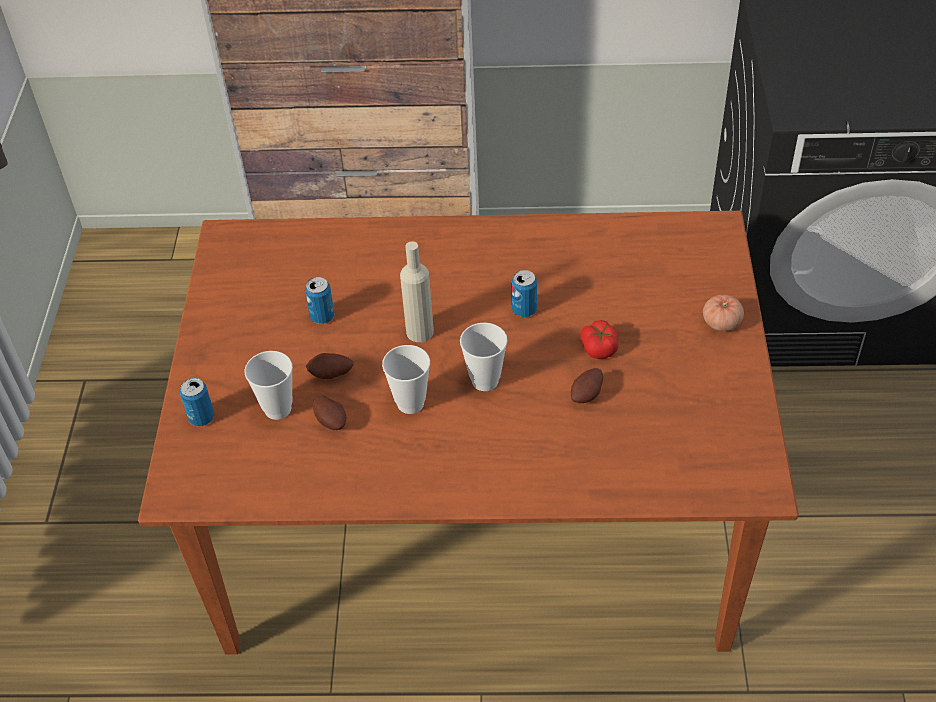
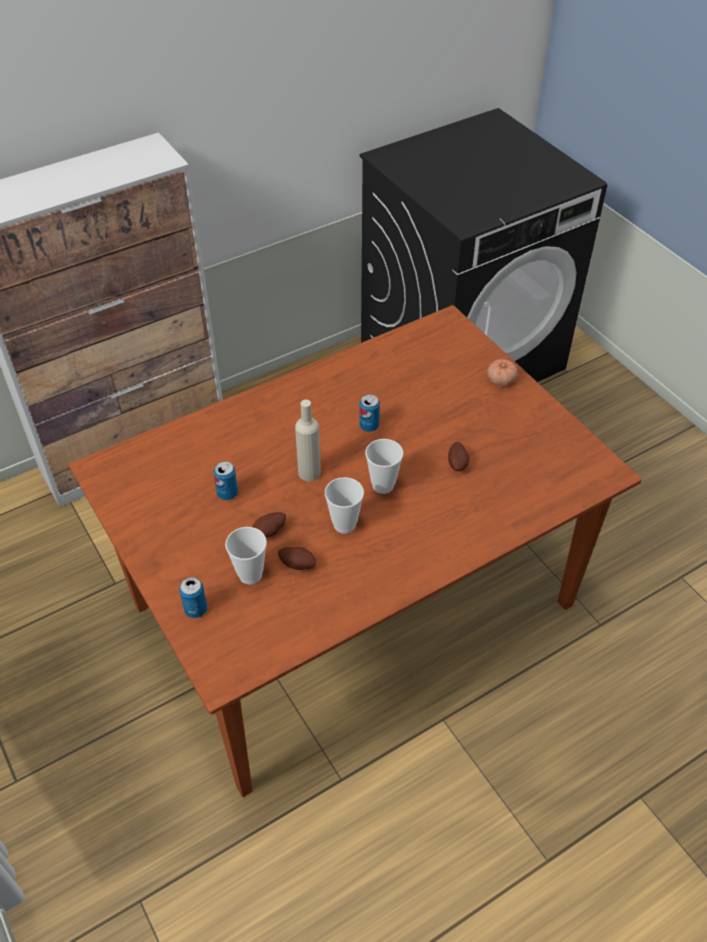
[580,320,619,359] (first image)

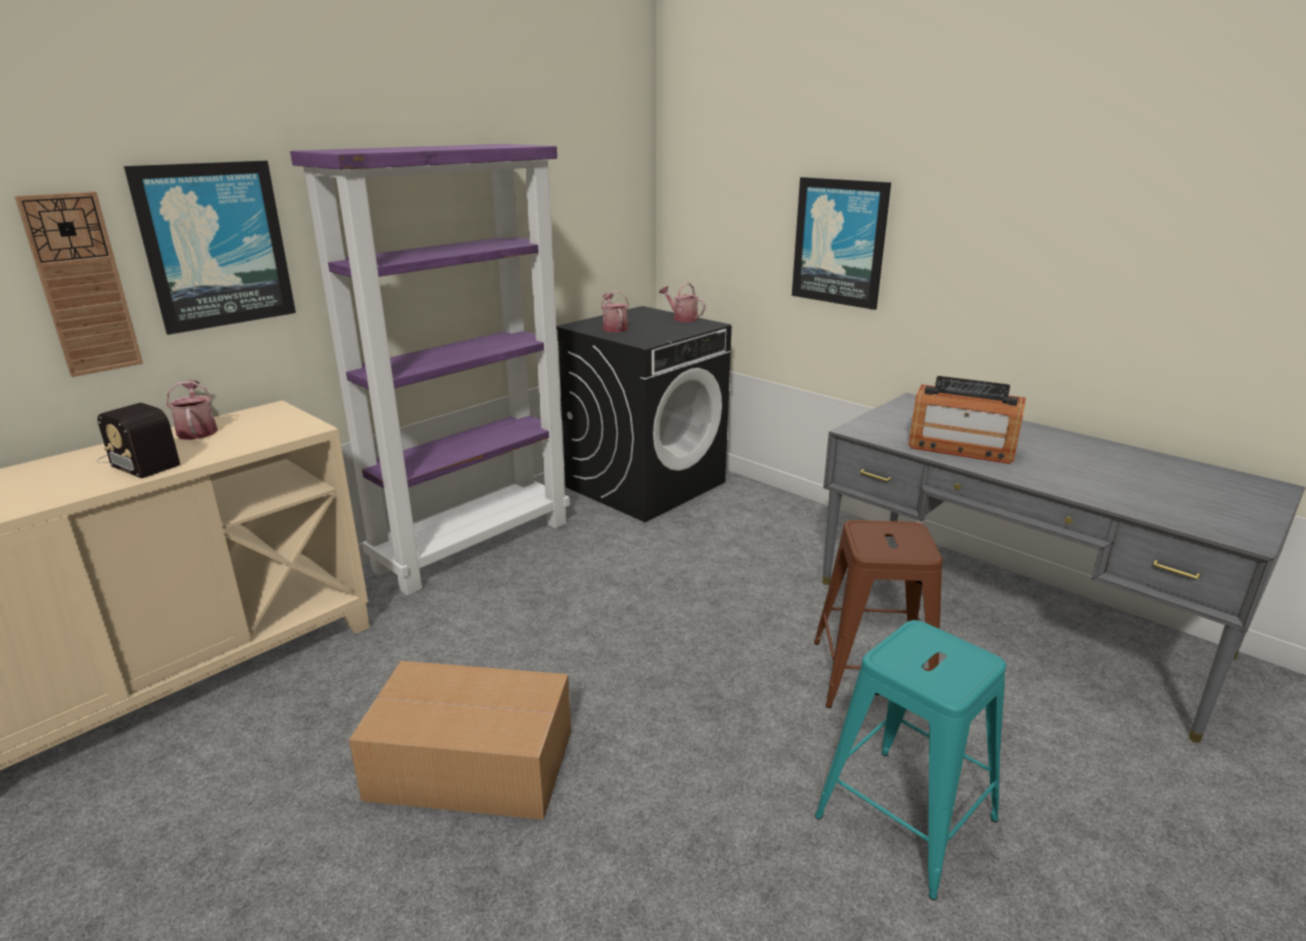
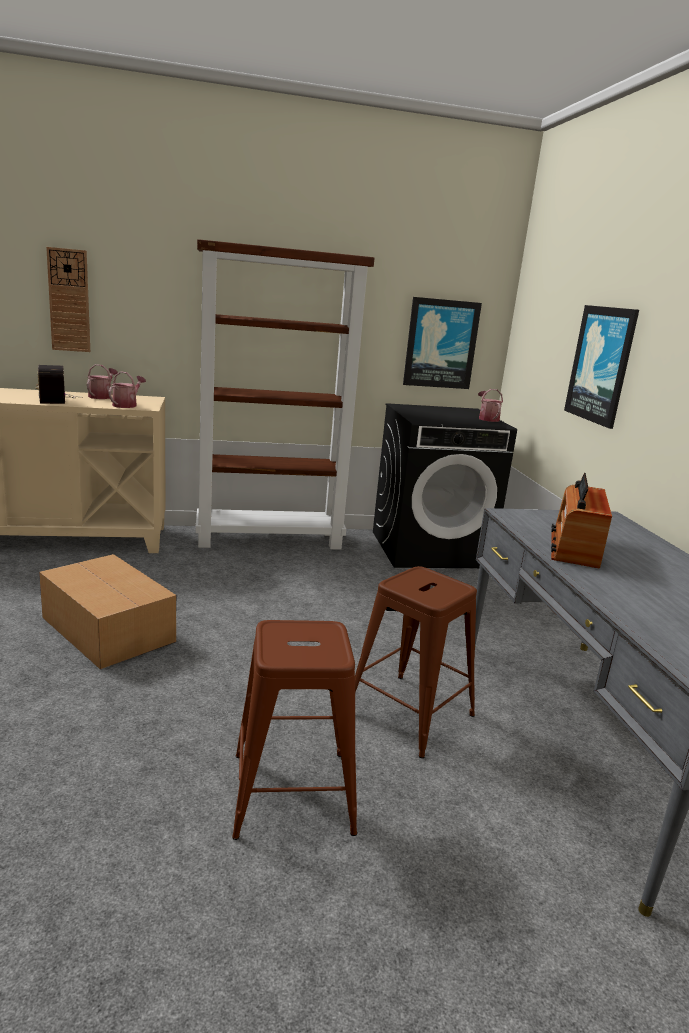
[108,371,146,408]
[196,239,374,549]
[232,620,357,840]
[403,297,482,389]
[551,473,612,569]

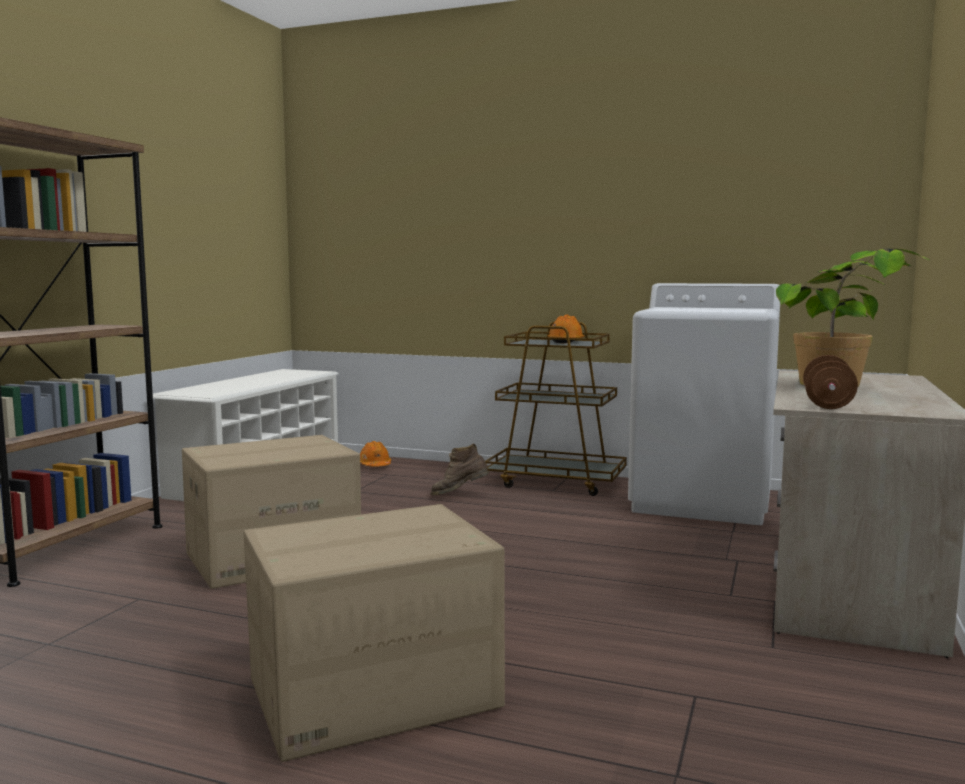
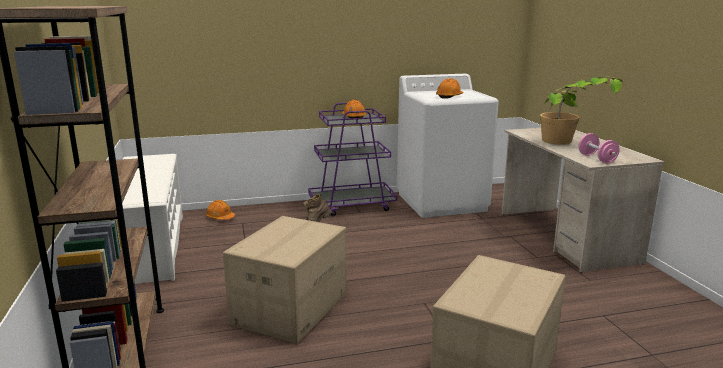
[308,102,397,216]
[436,78,464,99]
[579,133,620,163]

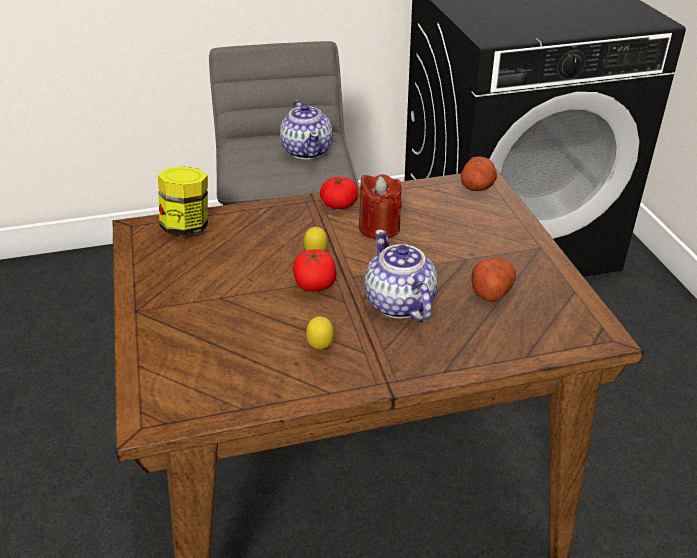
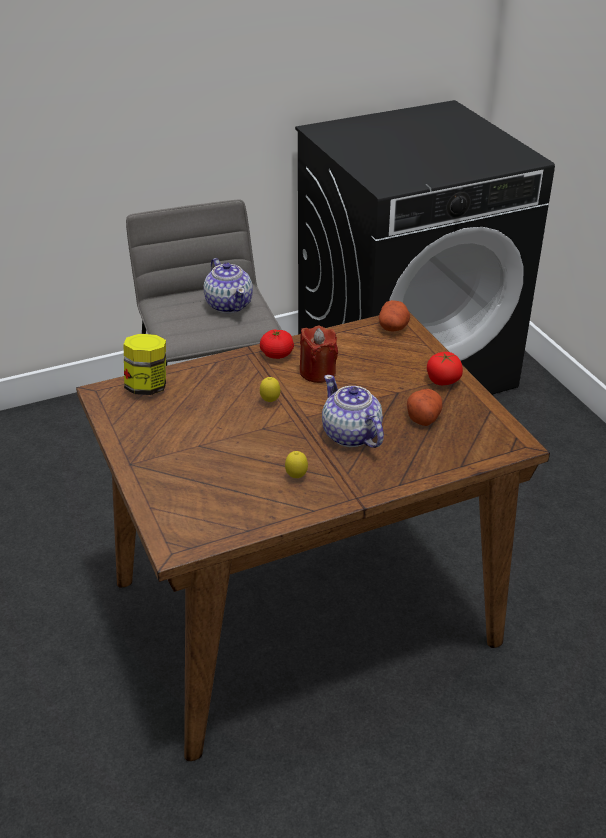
[427,352,463,385]

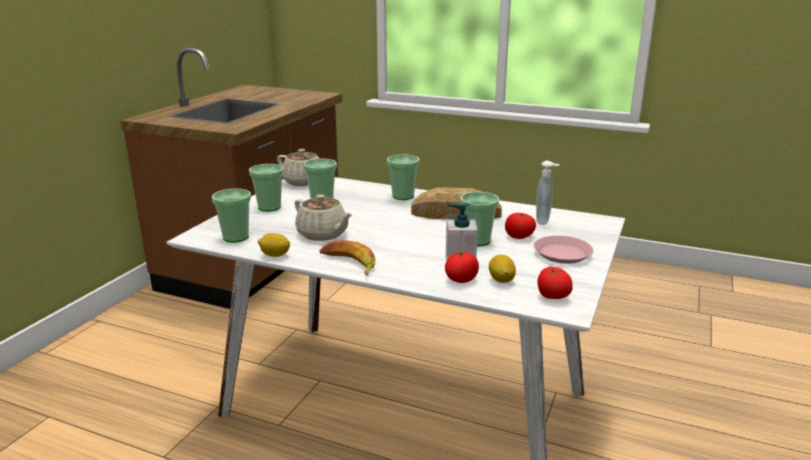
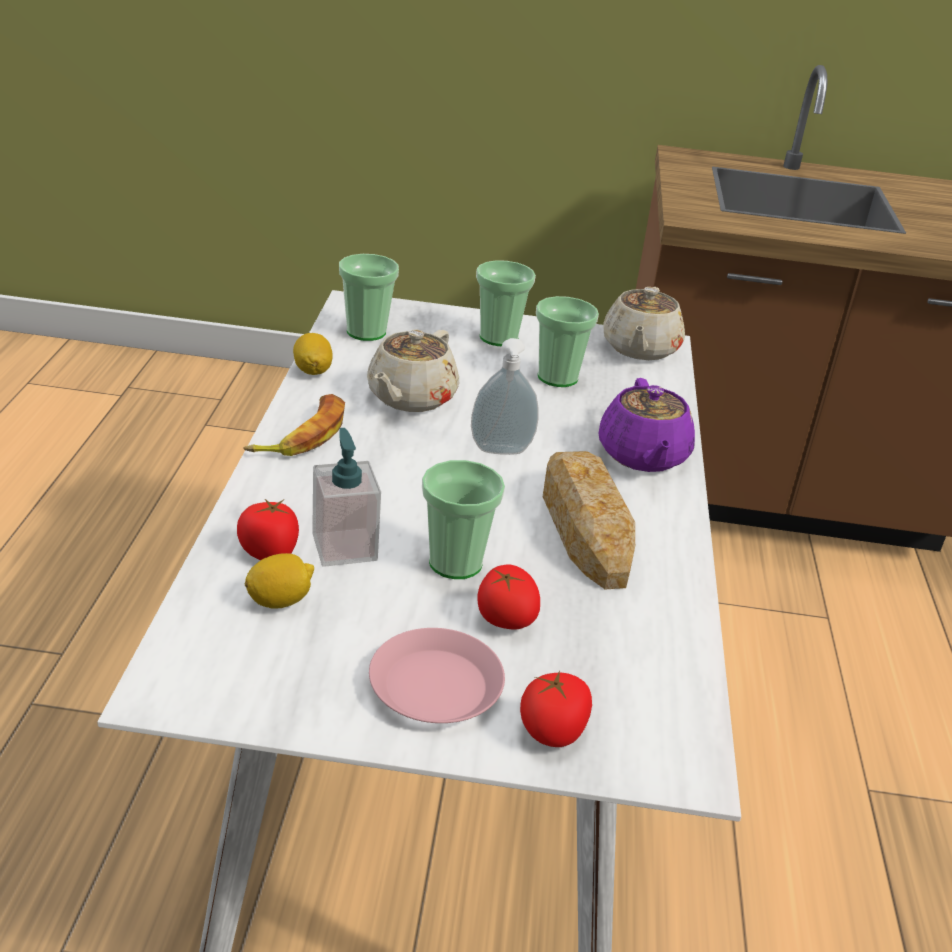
[471,338,539,455]
[520,671,592,747]
[599,378,695,472]

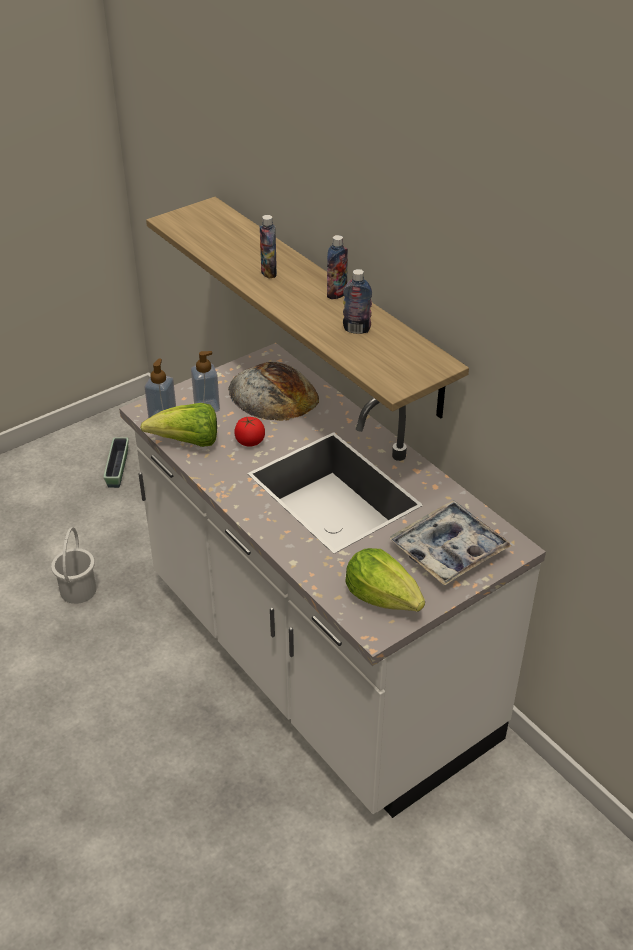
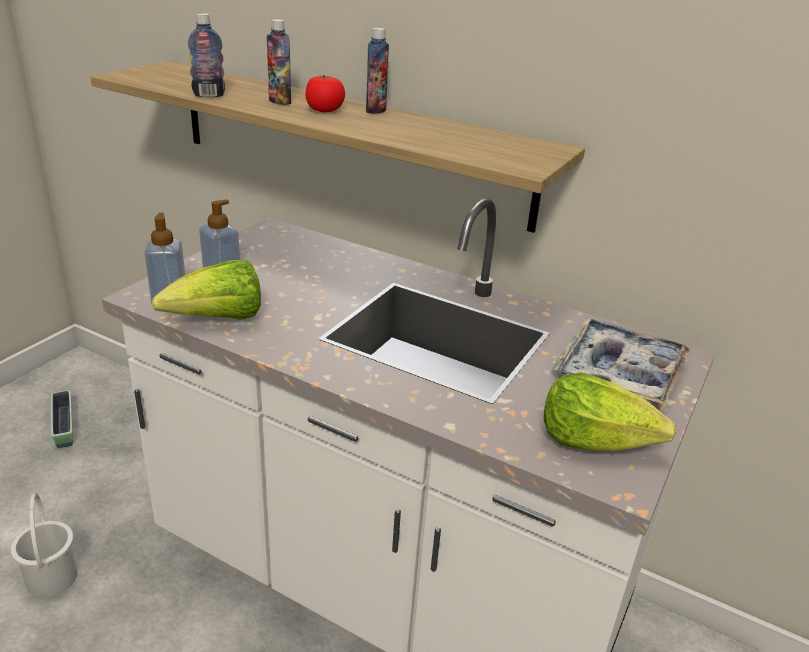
[188,13,225,97]
[305,75,345,112]
[228,362,319,421] (first image)

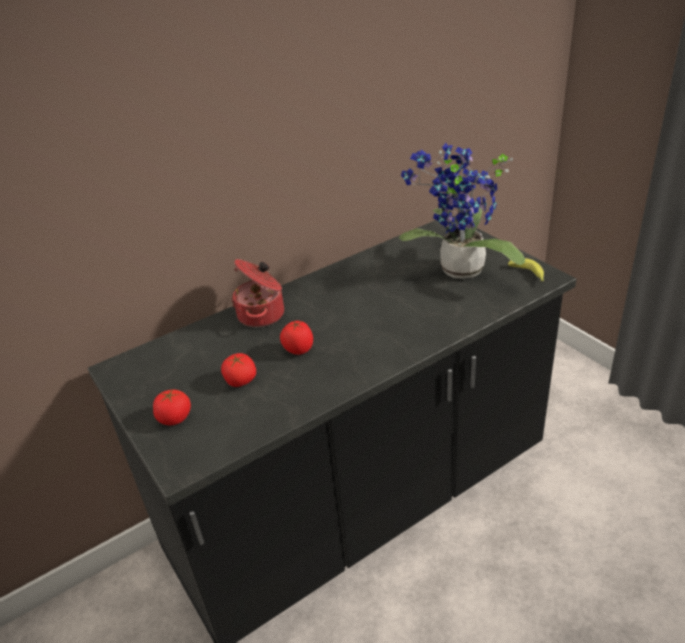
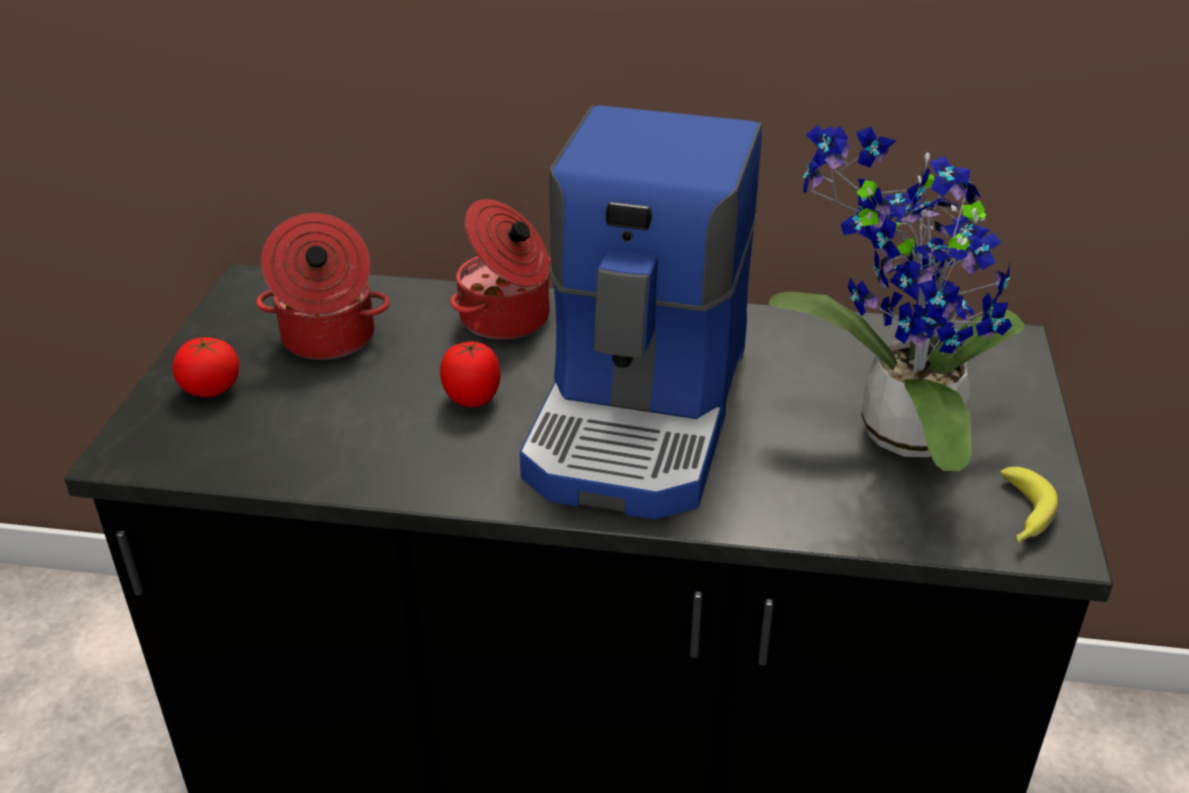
[256,213,390,360]
[520,105,762,520]
[221,353,256,387] (first image)

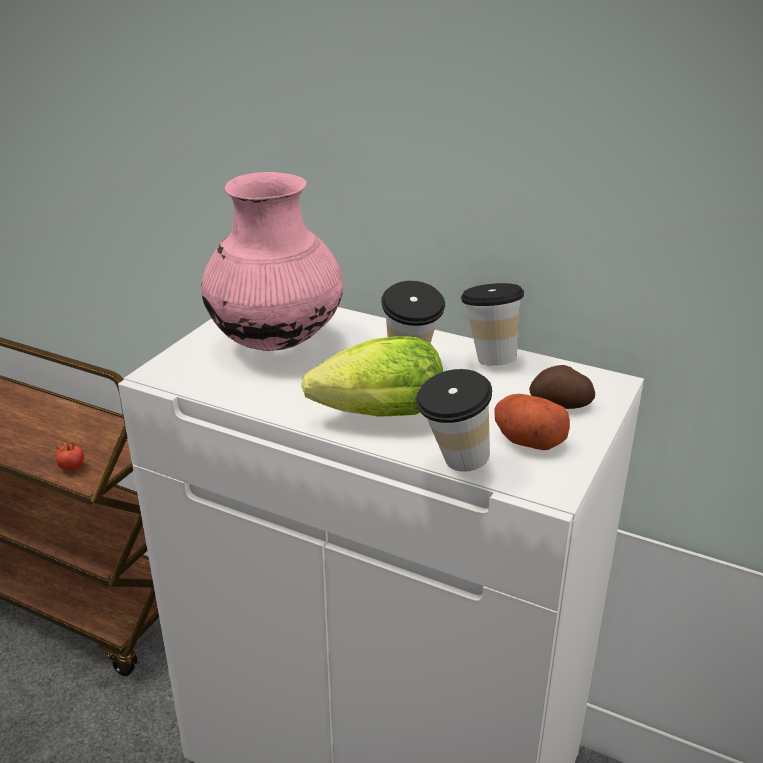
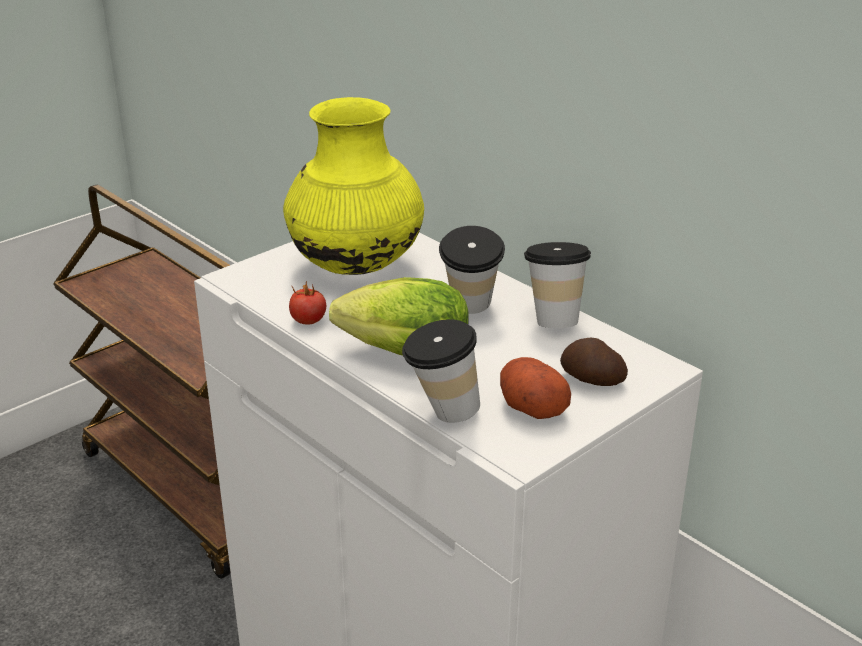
[283,97,424,275]
[289,280,326,325]

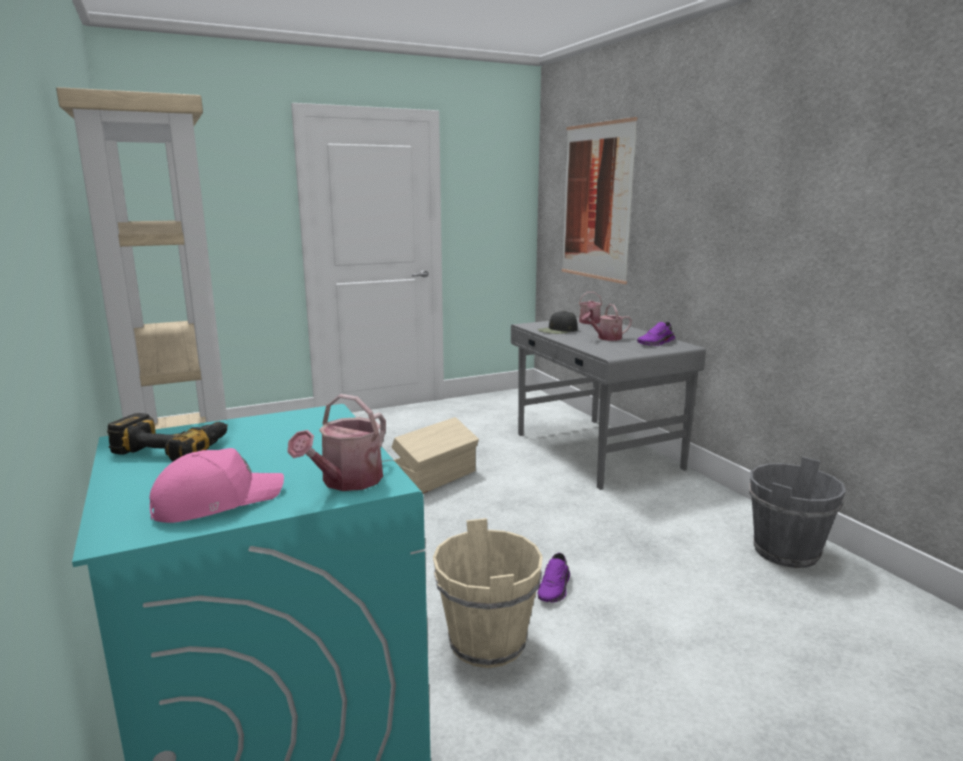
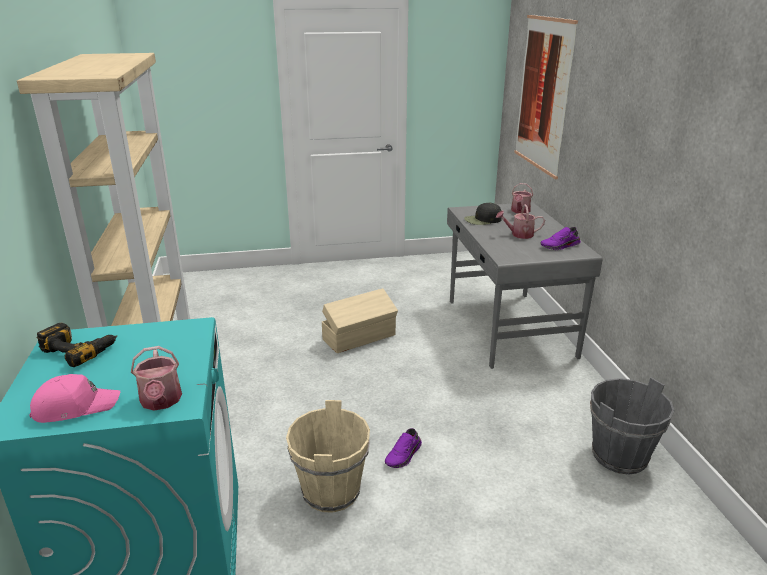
[131,346,182,411]

